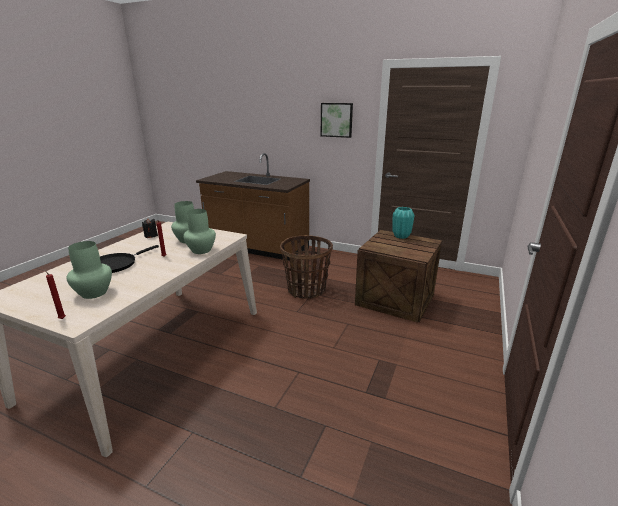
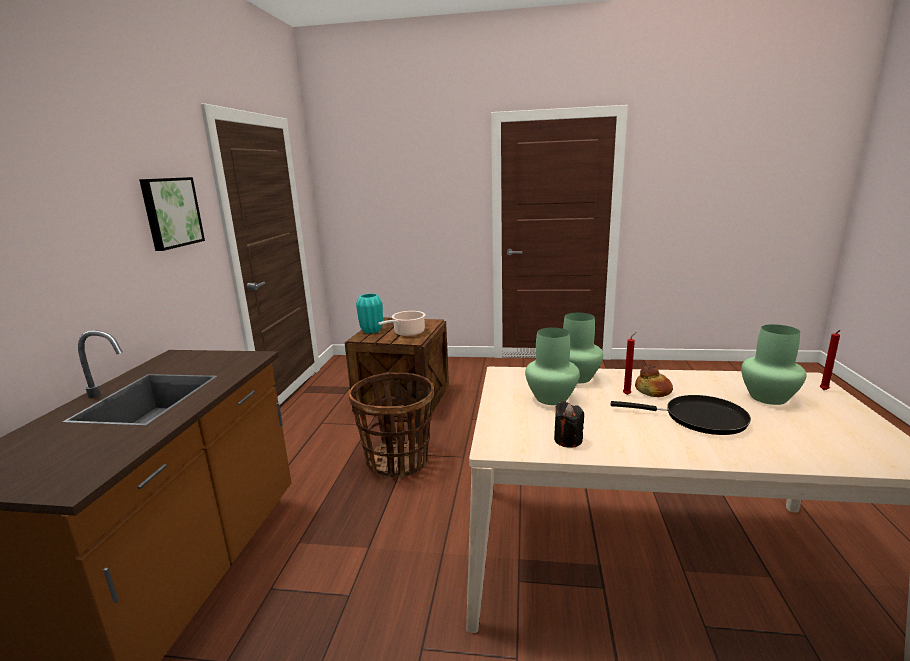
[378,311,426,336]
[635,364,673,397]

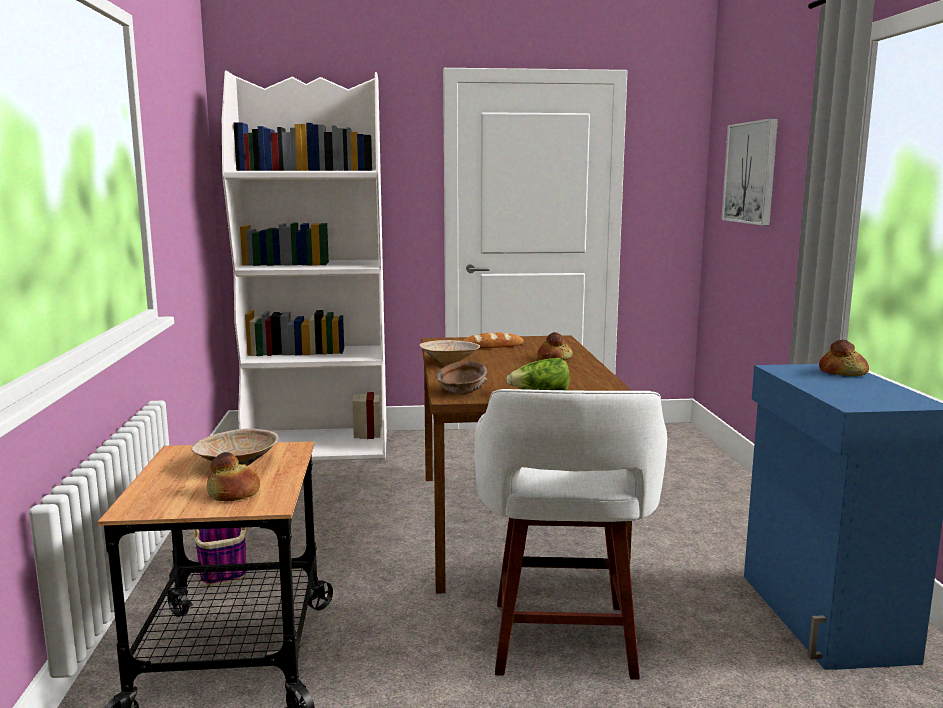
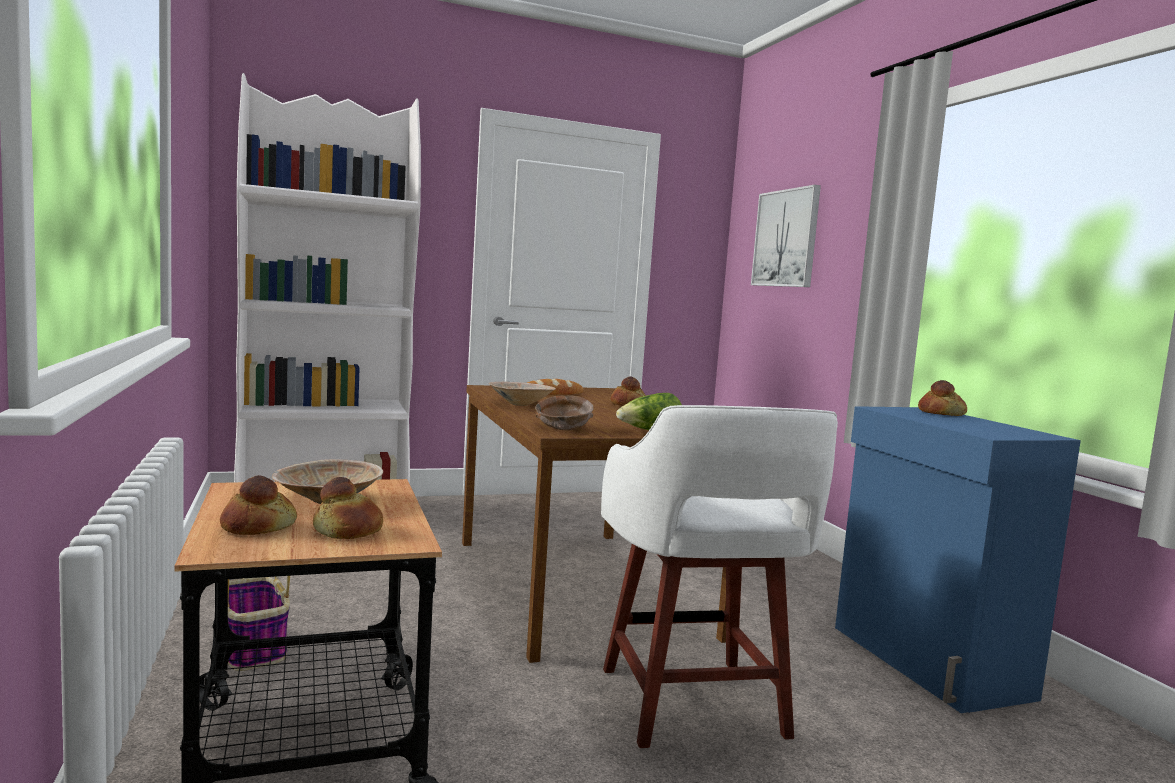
[220,475,297,535]

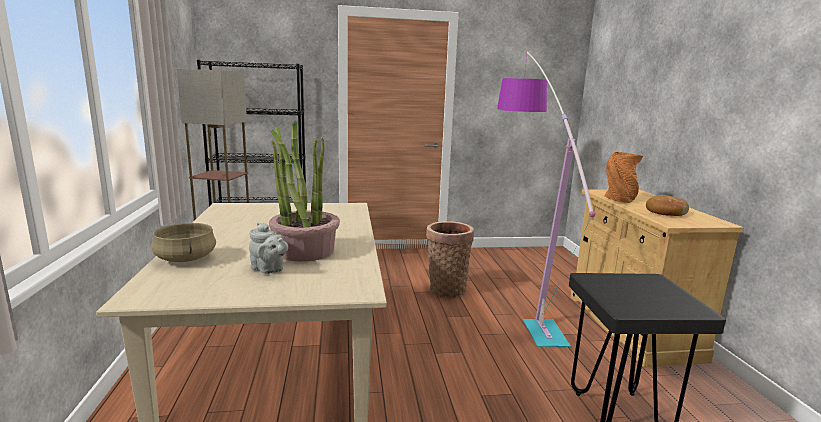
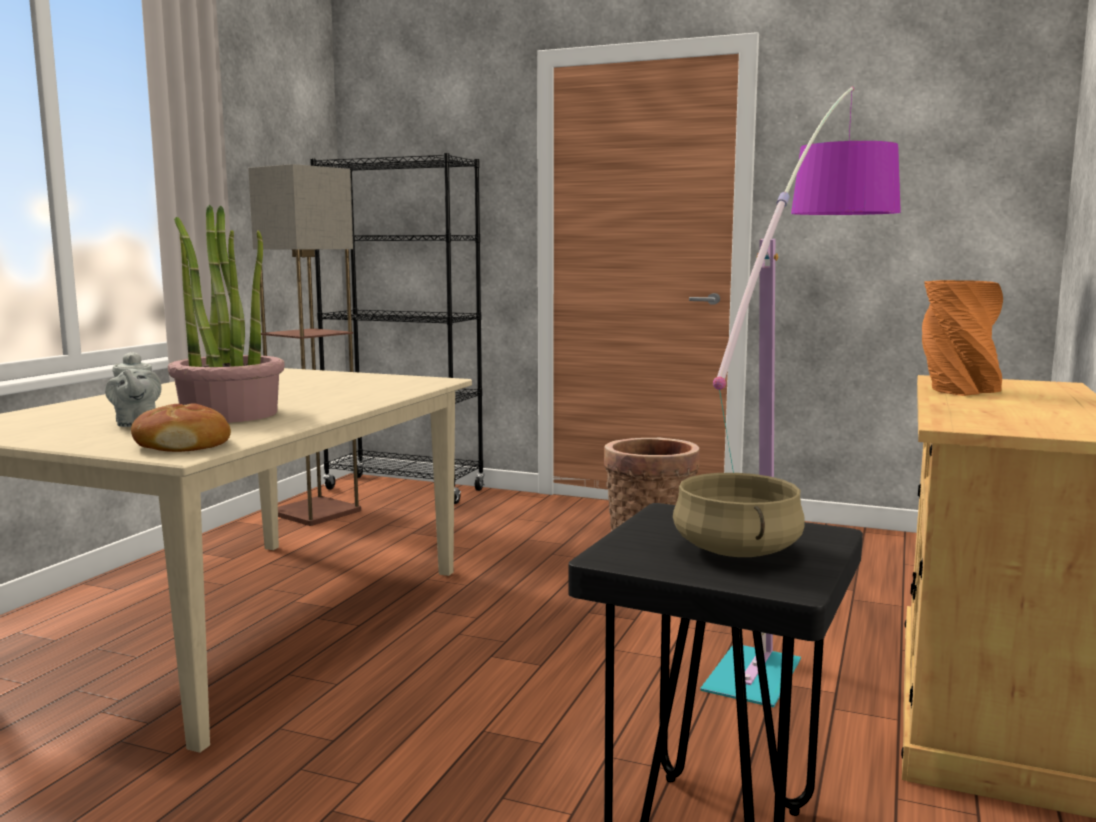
[131,403,231,452]
[673,473,805,557]

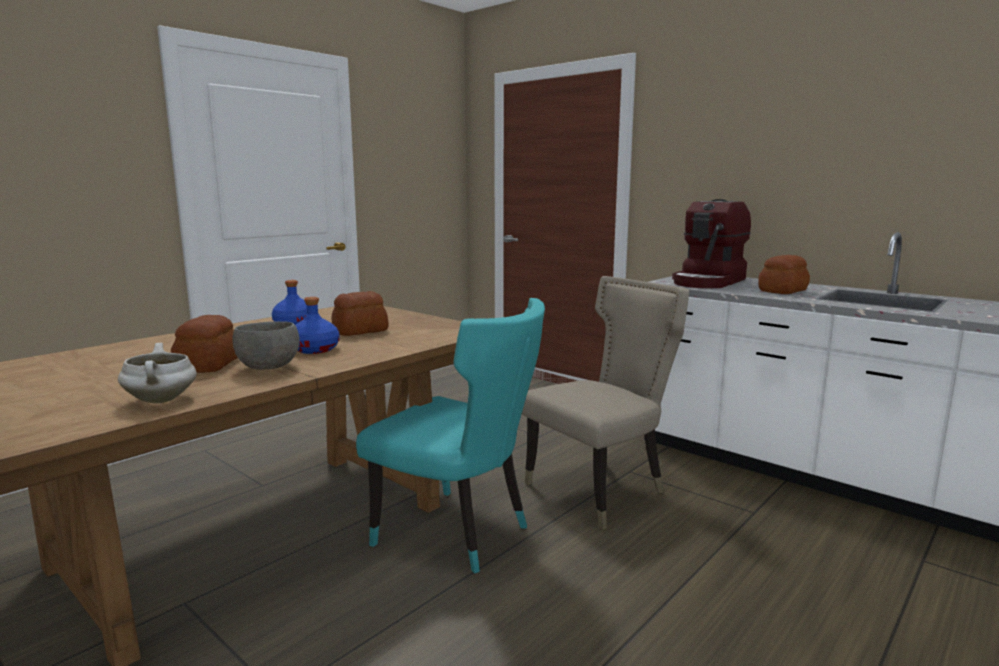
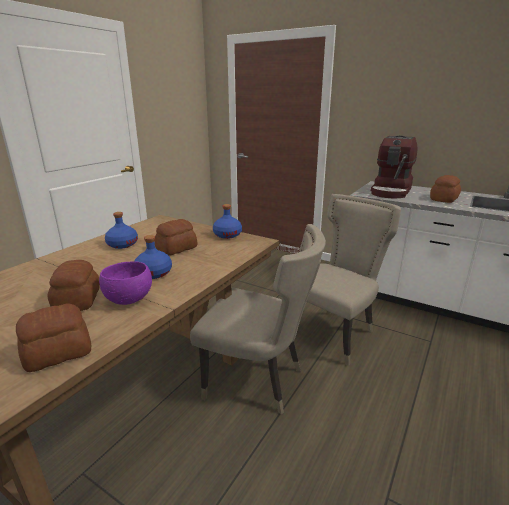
[16,303,91,372]
[99,261,152,305]
[190,224,326,415]
[213,204,242,239]

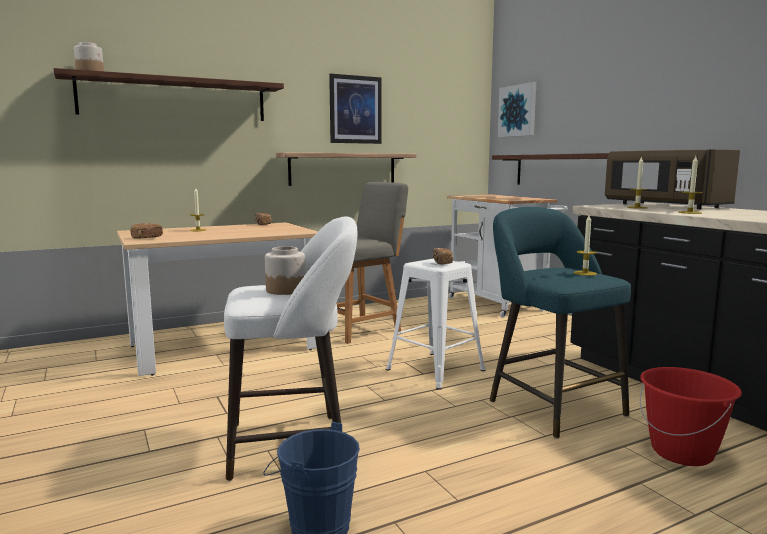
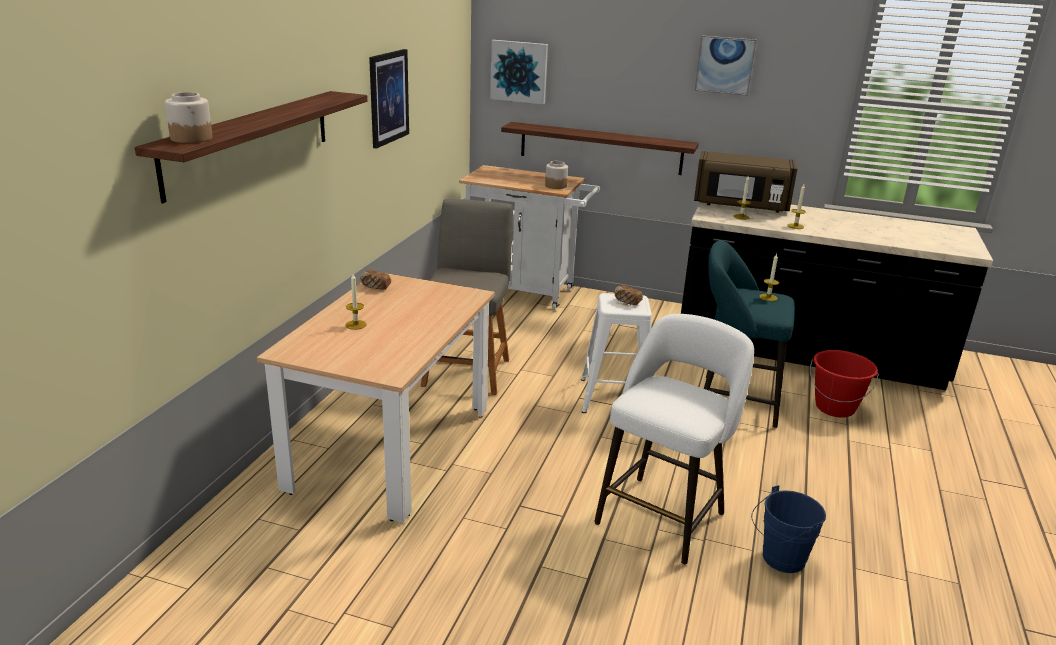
[545,161,568,189]
[695,36,757,96]
[130,223,163,239] (first image)
[276,153,416,186] (first image)

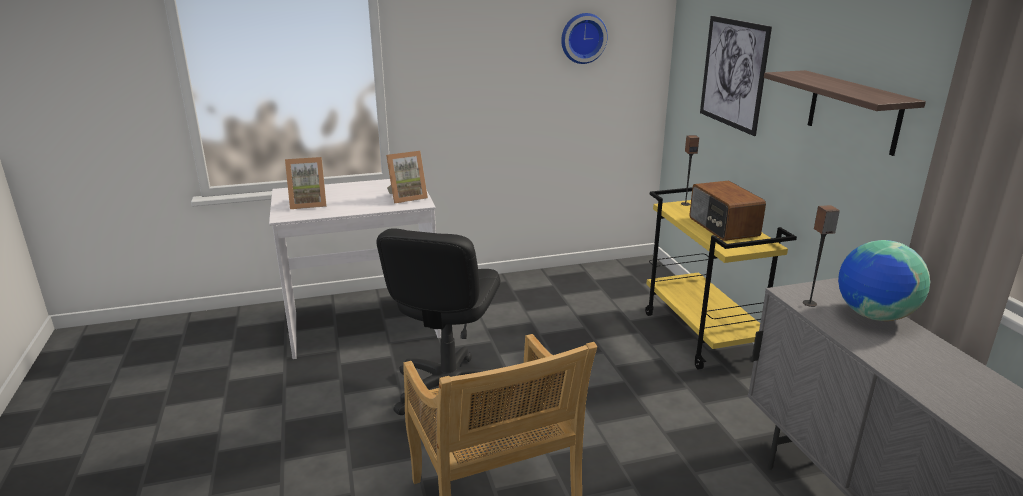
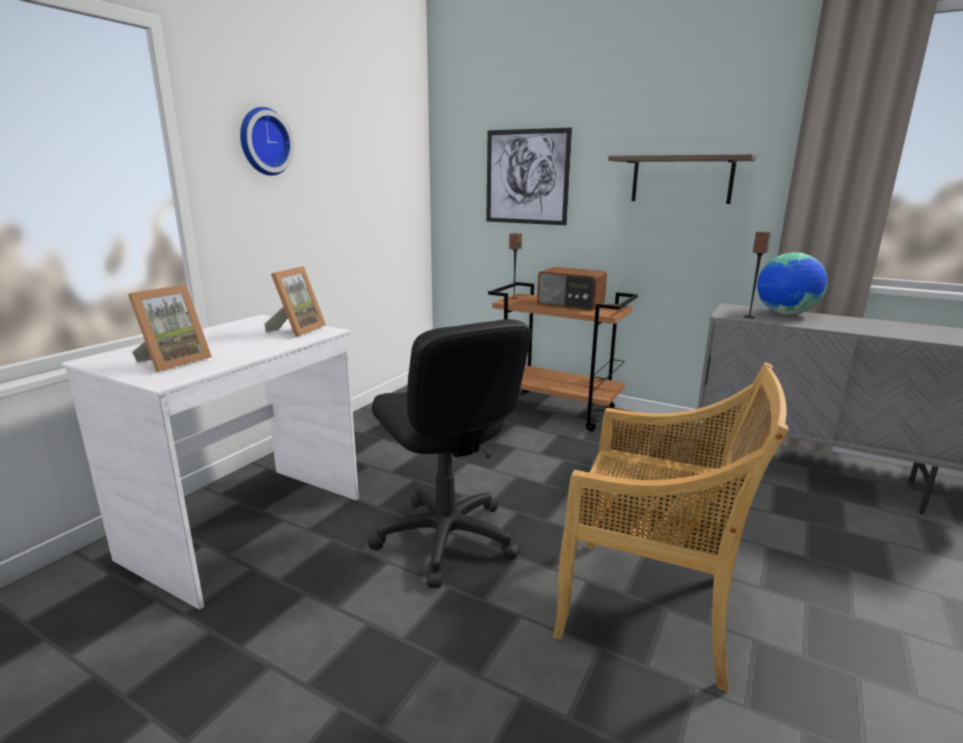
[240,107,294,176]
[488,282,638,431]

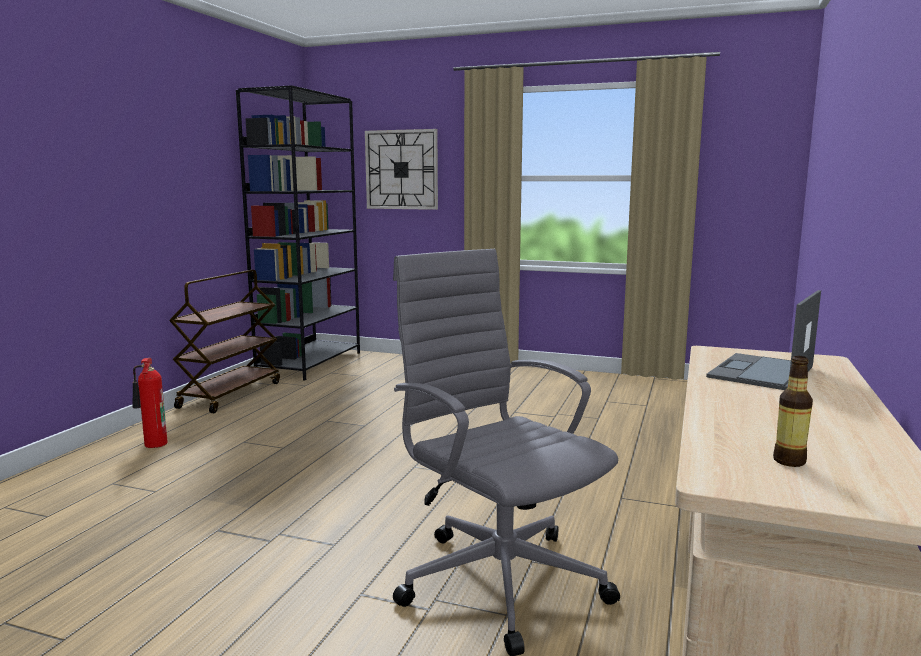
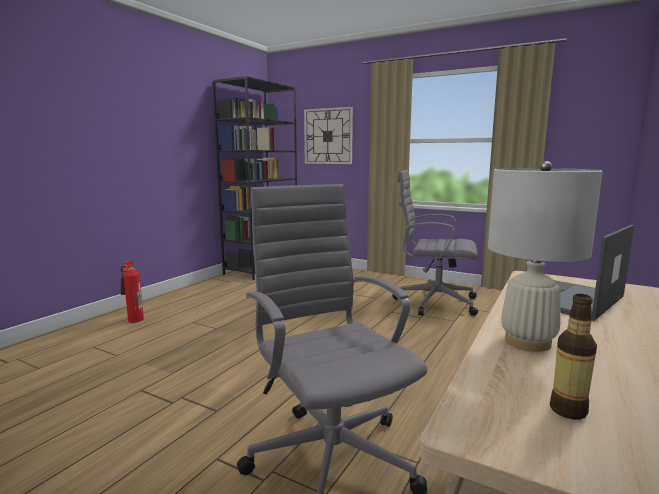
[392,170,478,316]
[488,161,603,352]
[169,270,280,413] (first image)

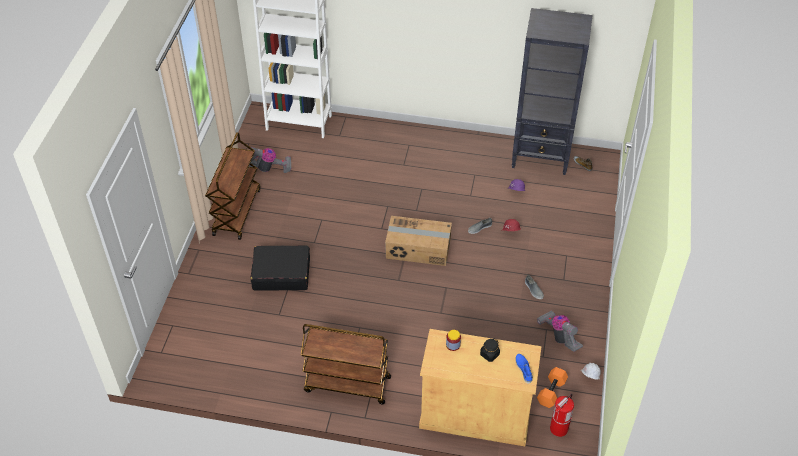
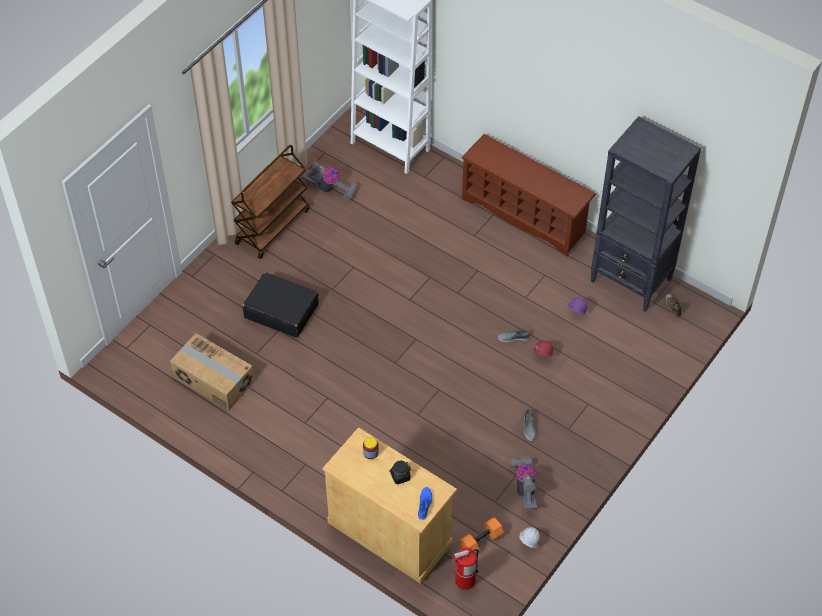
[170,333,255,410]
[461,134,596,256]
[301,324,391,404] (first image)

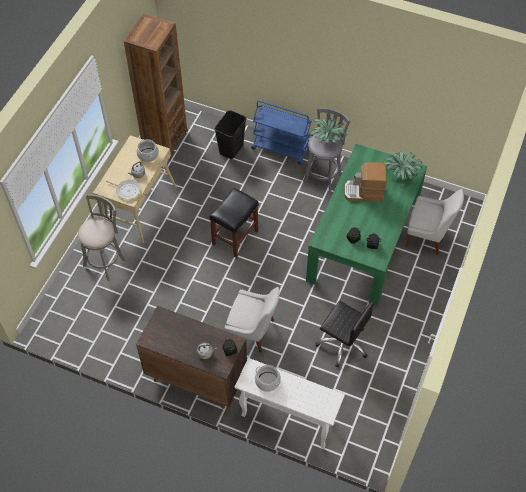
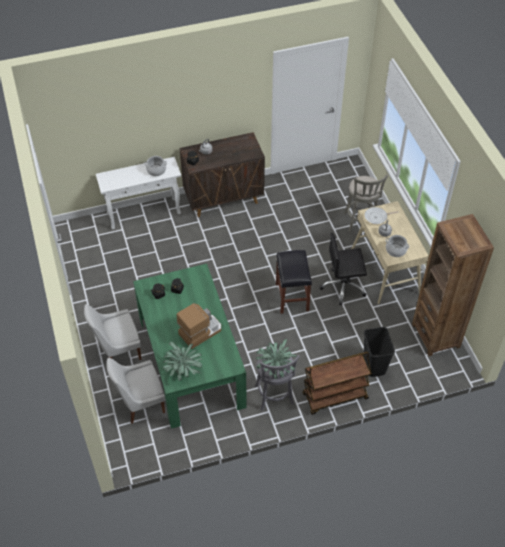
[84,304,141,360]
[302,352,372,415]
[320,233,367,305]

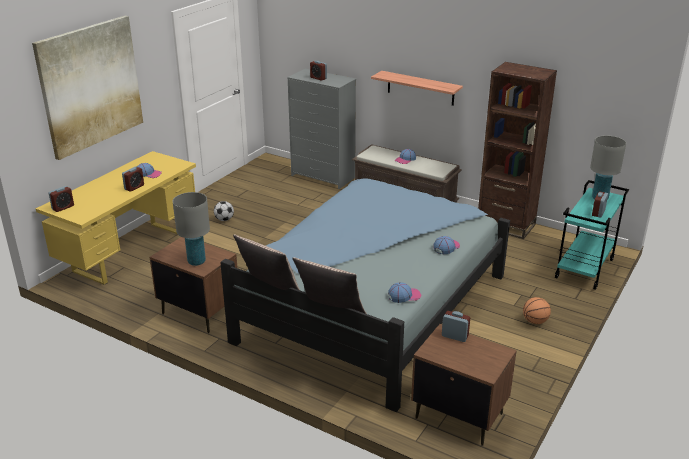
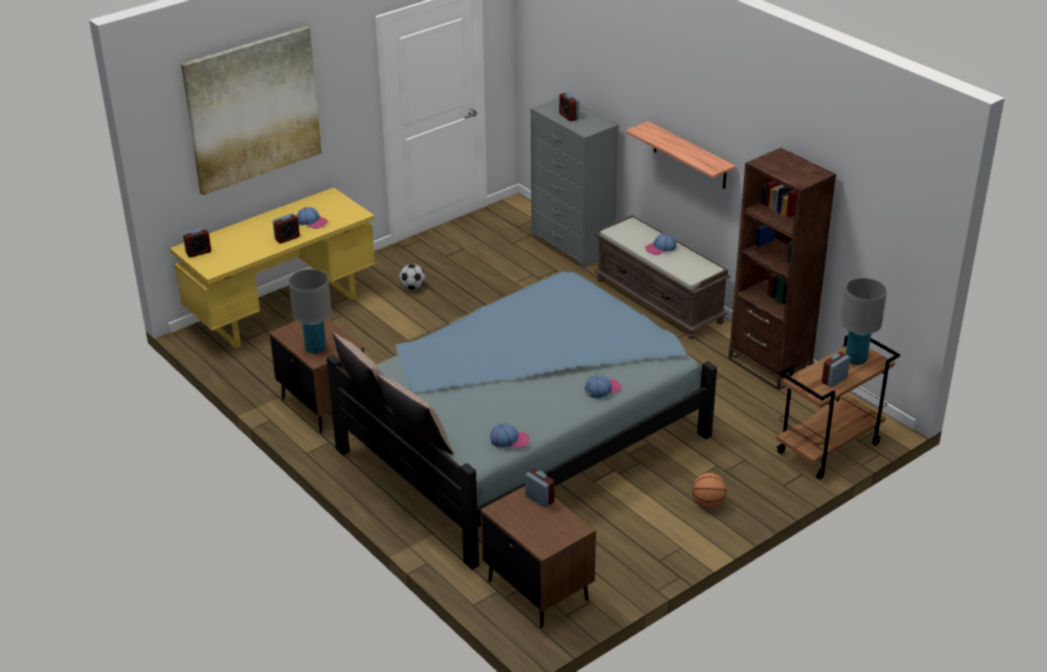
[776,335,900,479]

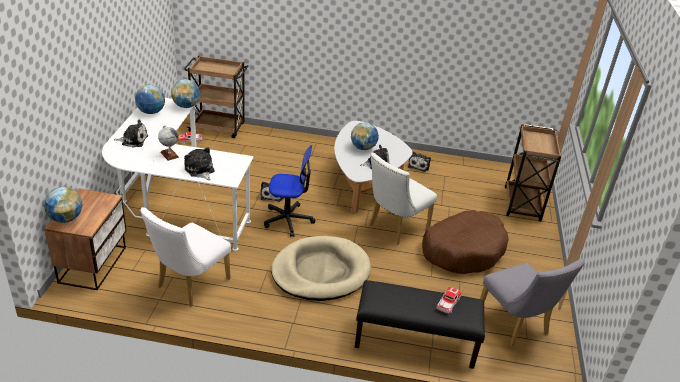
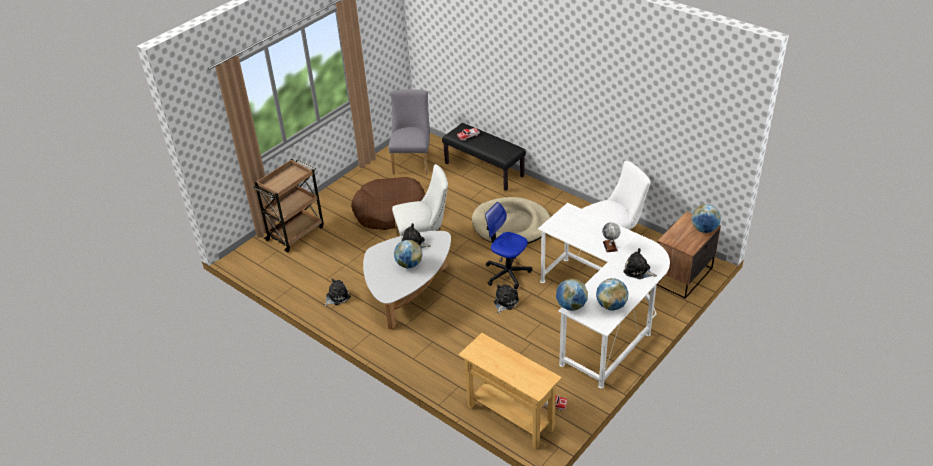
[458,333,562,449]
[184,147,215,180] (first image)

